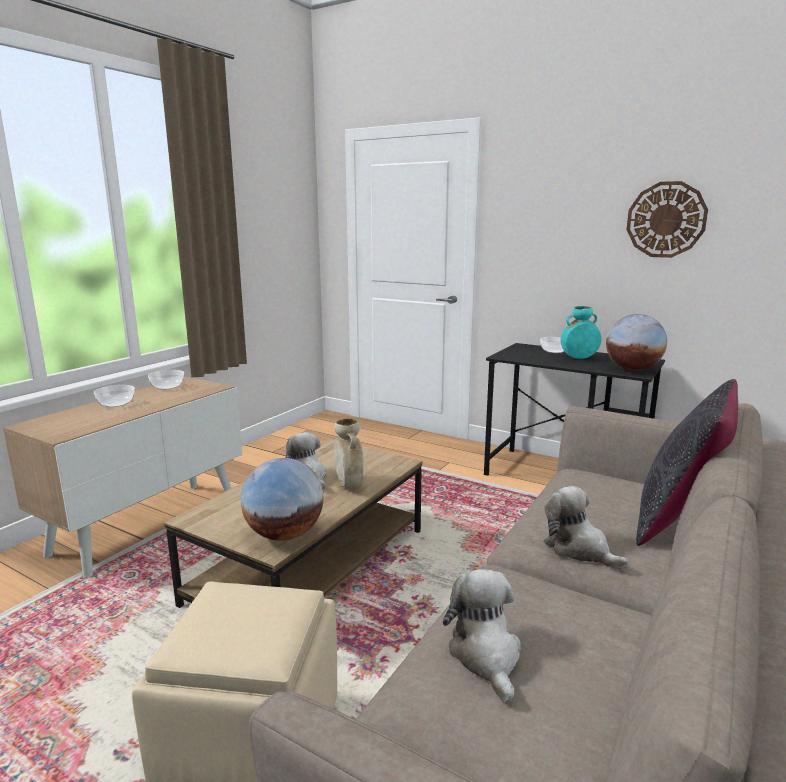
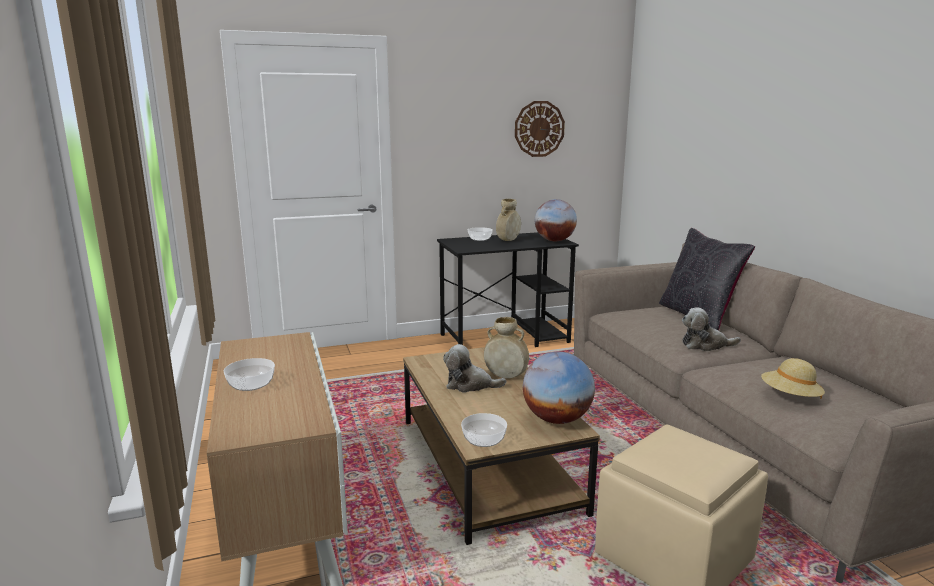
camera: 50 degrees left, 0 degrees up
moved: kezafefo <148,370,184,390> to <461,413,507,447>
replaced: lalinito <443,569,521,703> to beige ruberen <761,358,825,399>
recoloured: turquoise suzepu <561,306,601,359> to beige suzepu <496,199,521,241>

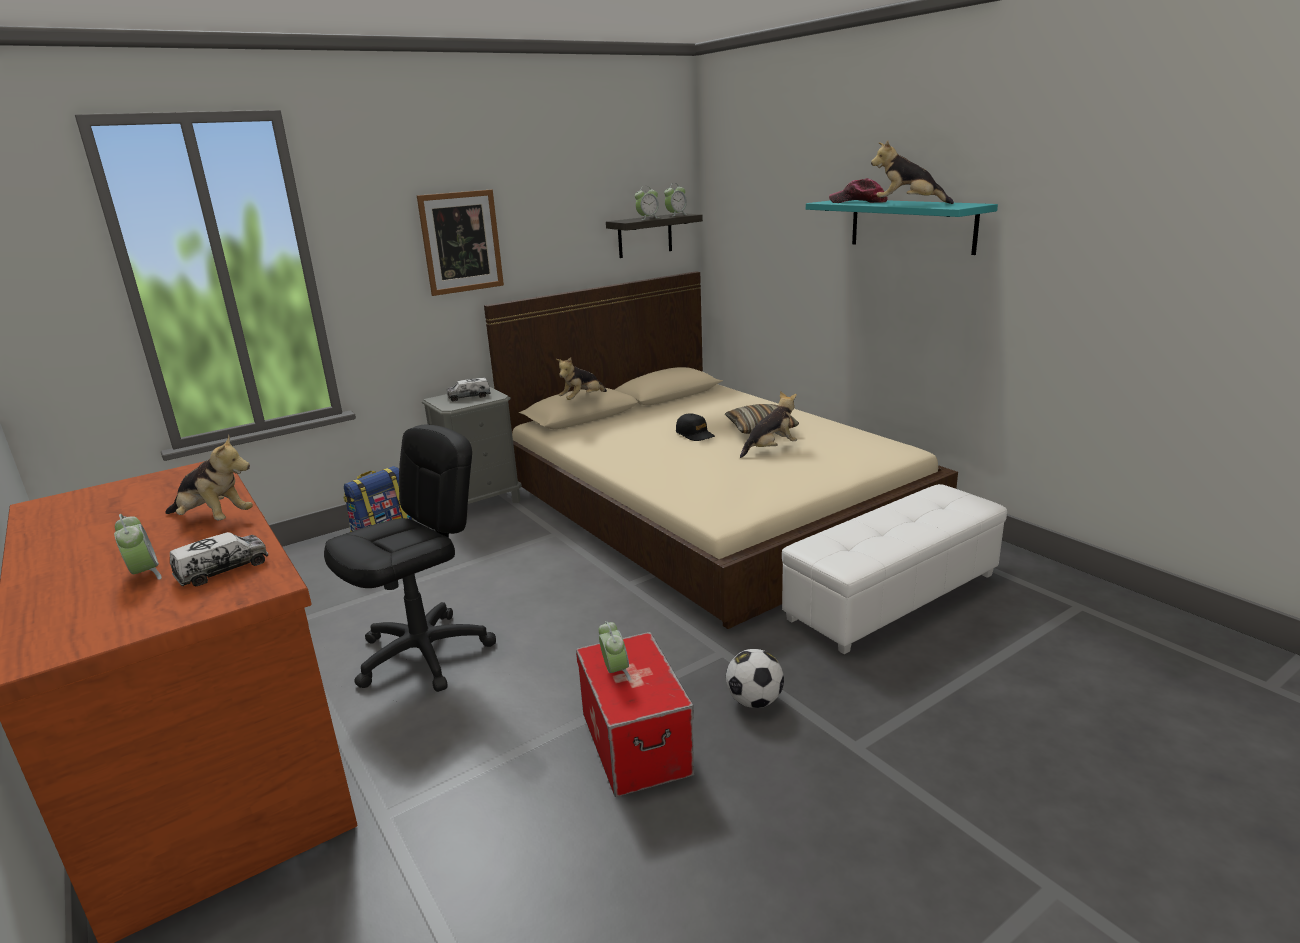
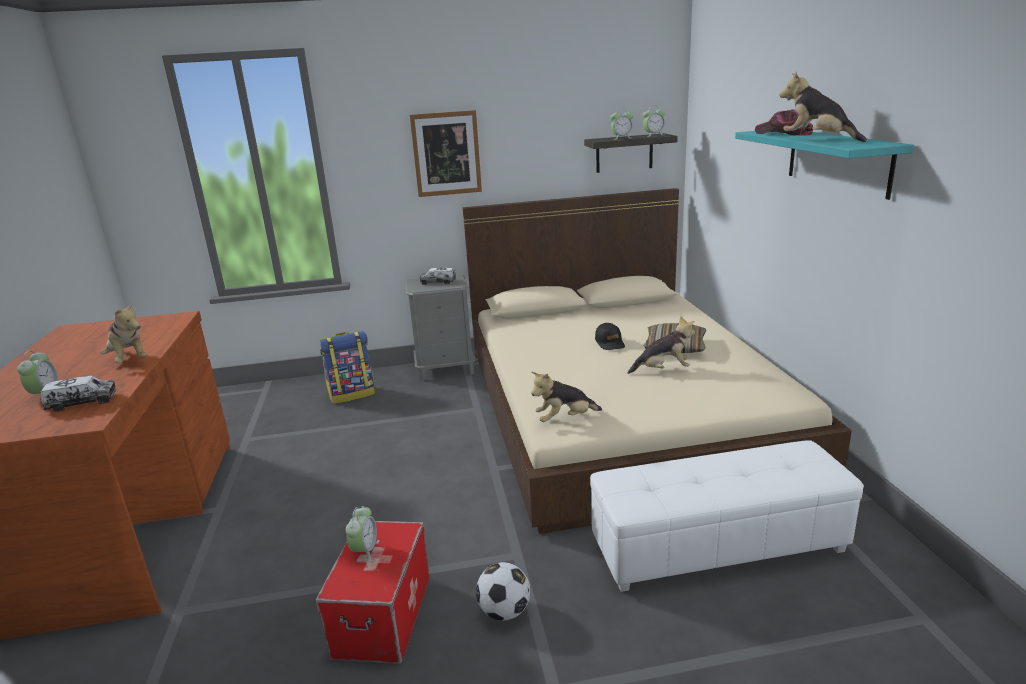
camera: 25 degrees right, 0 degrees up
removed: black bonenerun <324,424,496,692>
moved: lalinito <556,357,607,400> to <531,372,602,422>

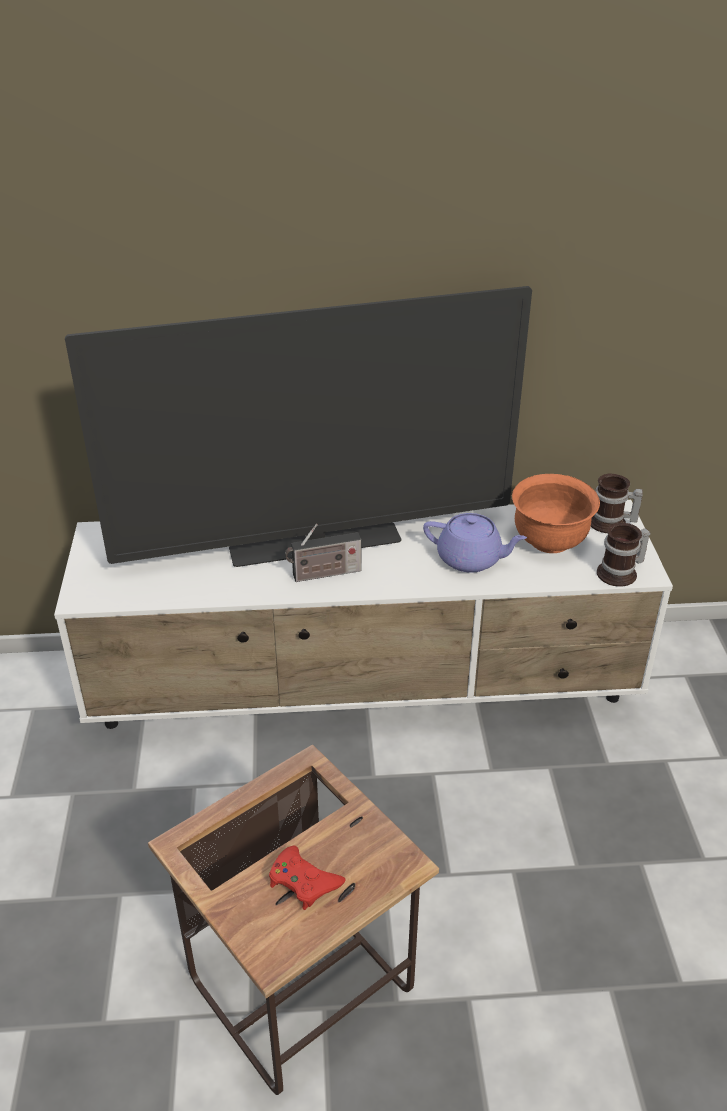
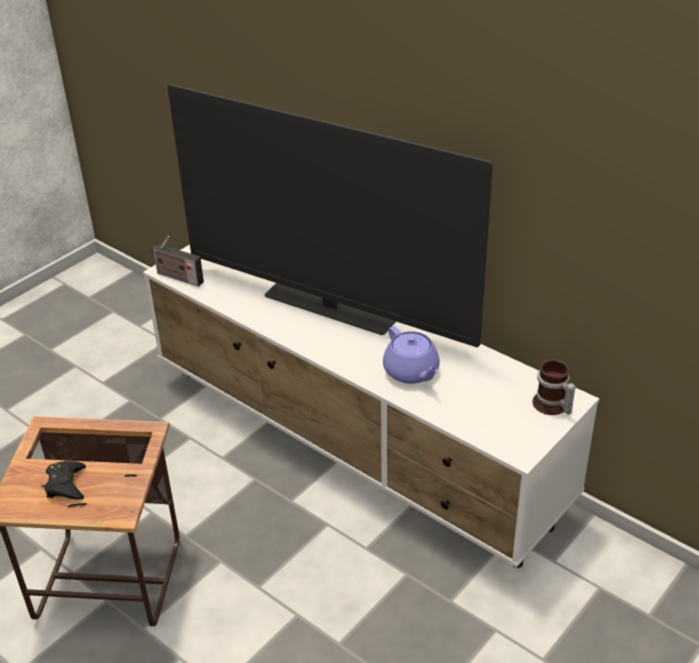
camera: 45 degrees right, 0 degrees up
removed: orange kezafefo <512,474,600,553>; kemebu <597,523,650,587>
moved: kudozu <285,524,362,582> to <151,236,204,287>
recoloured: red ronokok <269,846,346,910> to black ronokok <44,461,86,500>

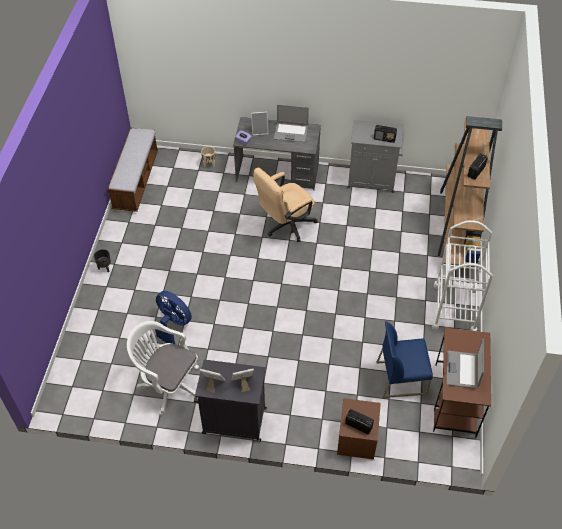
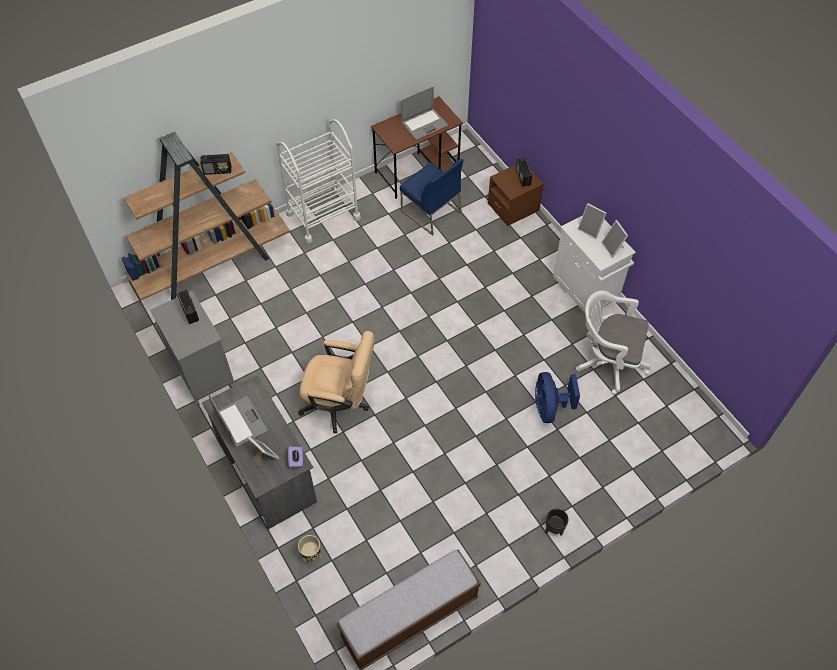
camera: 130 degrees left, 5 degrees up
recoloured: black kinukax <194,360,267,441> to white kinukax <551,215,636,314>
turned: white bonenerun <127,321,199,415> = <576,290,651,394> 120 degrees clockwise

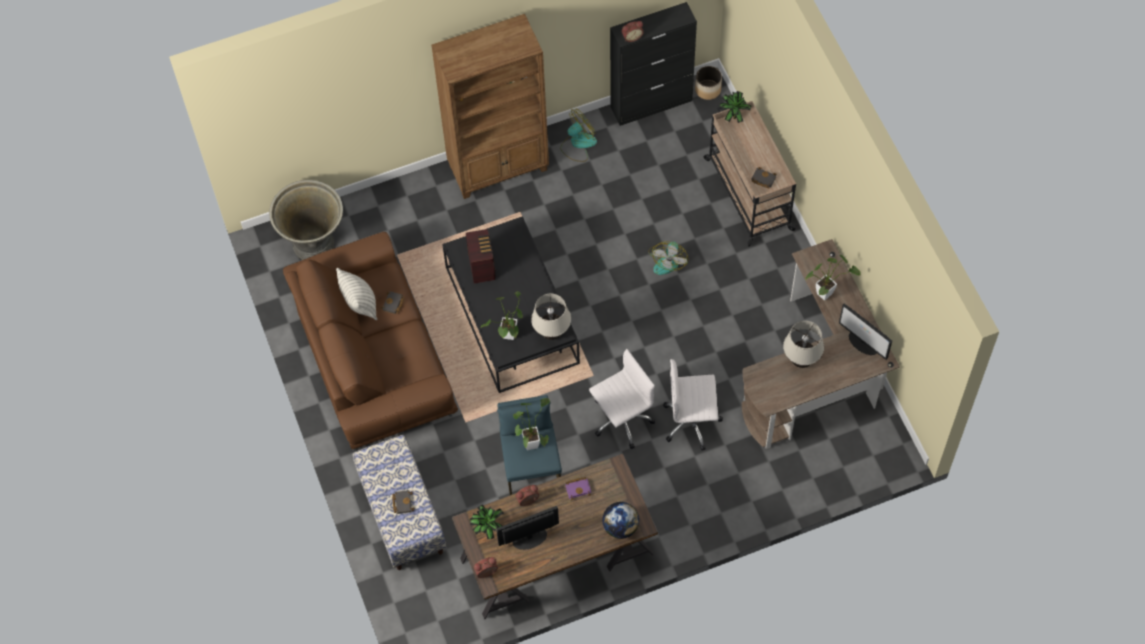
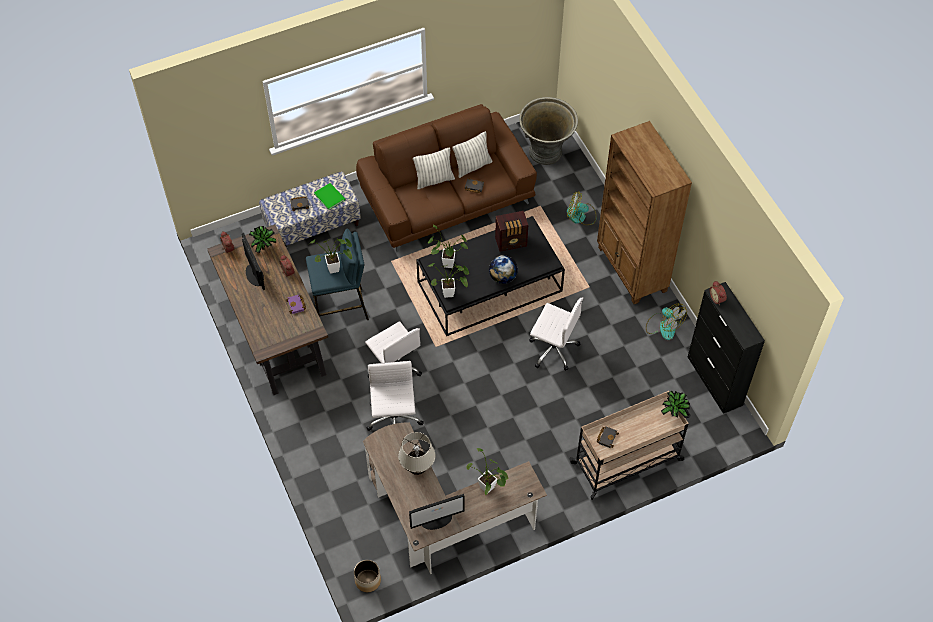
camera: 85 degrees right, 5 degrees down
added: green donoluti <314,183,345,210>; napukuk <413,147,455,189>; white bonenerun <529,298,583,371>
moved: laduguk <602,502,639,539> to <489,255,518,284>; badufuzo <648,242,688,275> to <567,191,596,225>; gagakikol <695,66,722,100> to <354,560,381,592>
replaced: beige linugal <531,294,571,340> to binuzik <428,263,470,298>
turned: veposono <839,304,892,360> = <409,494,465,530> 150 degrees counterclockwise

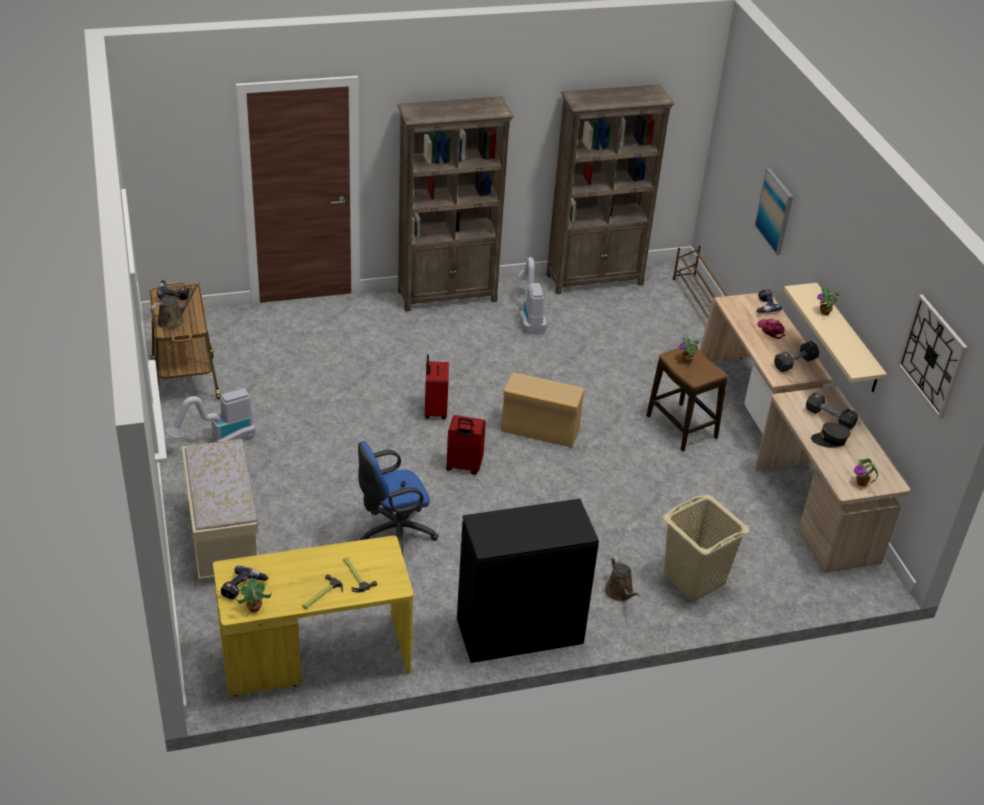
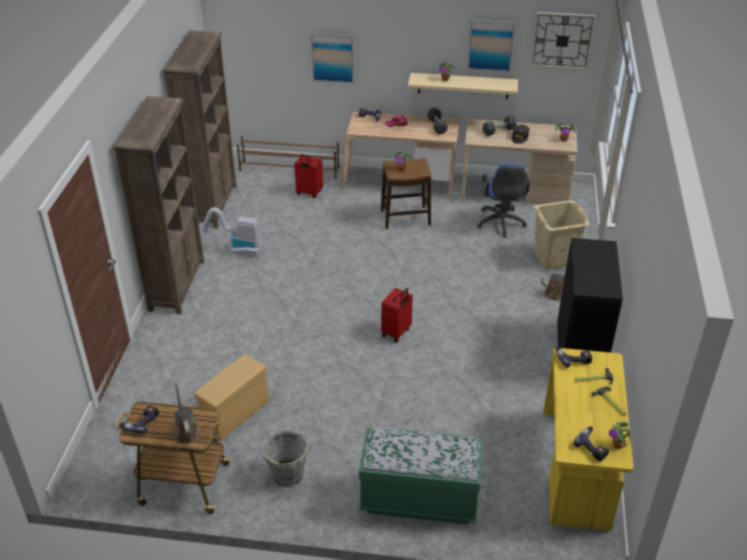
camera: 65 degrees left, 0 degrees up
added: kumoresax <468,19,515,72>; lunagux <555,346,592,368>
moved: blue bonenerun <358,441,438,558> to <477,164,530,238>; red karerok <425,355,449,419> to <294,154,323,198>; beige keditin <501,372,584,448> to <194,354,269,441>
replaced: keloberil <166,388,256,442> to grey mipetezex <260,430,310,487>
recoloured: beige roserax <182,439,258,580> to green roserax <359,427,483,524>

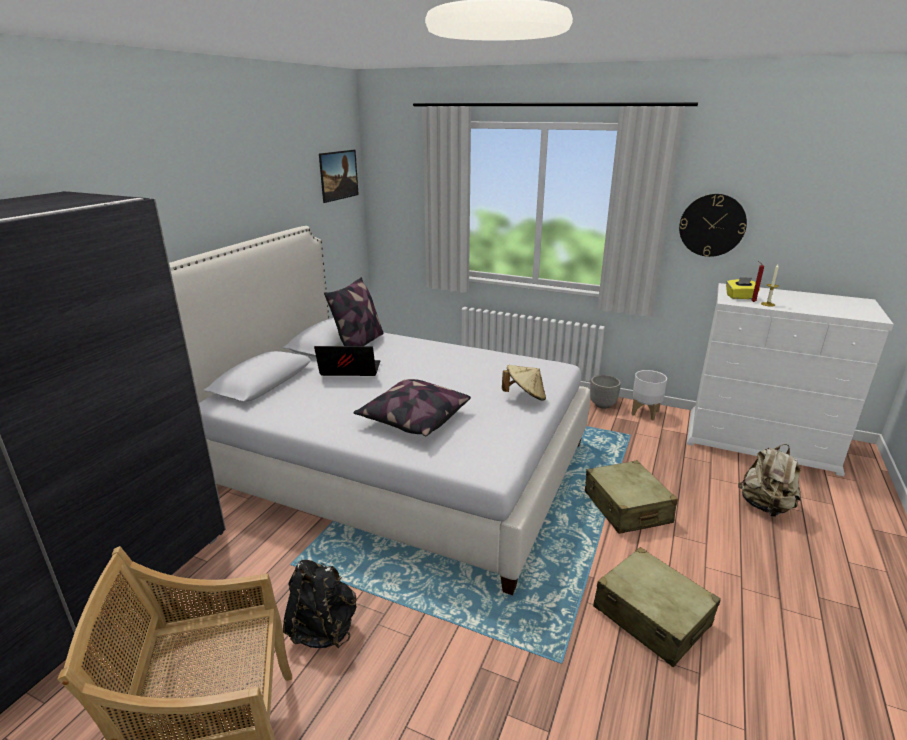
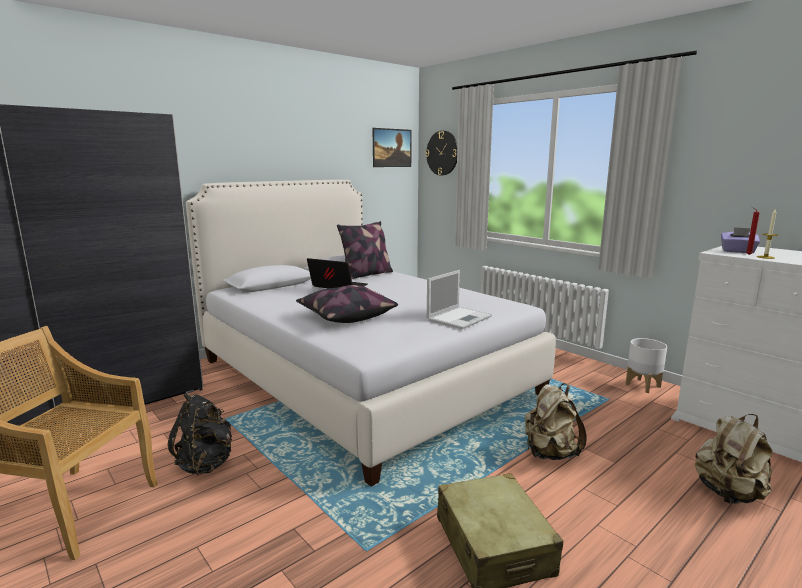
camera: 25 degrees right, 10 degrees down
removed: gagakikol <590,375,621,409>
moved: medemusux <679,194,747,257> to <426,131,458,175>
replaced: beige ruberen <502,365,546,401> to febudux <427,270,492,329>; beige karerok <585,460,678,534> to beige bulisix <525,383,586,460>
recoloured: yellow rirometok <726,277,760,299> to purple rirometok <721,227,760,253>

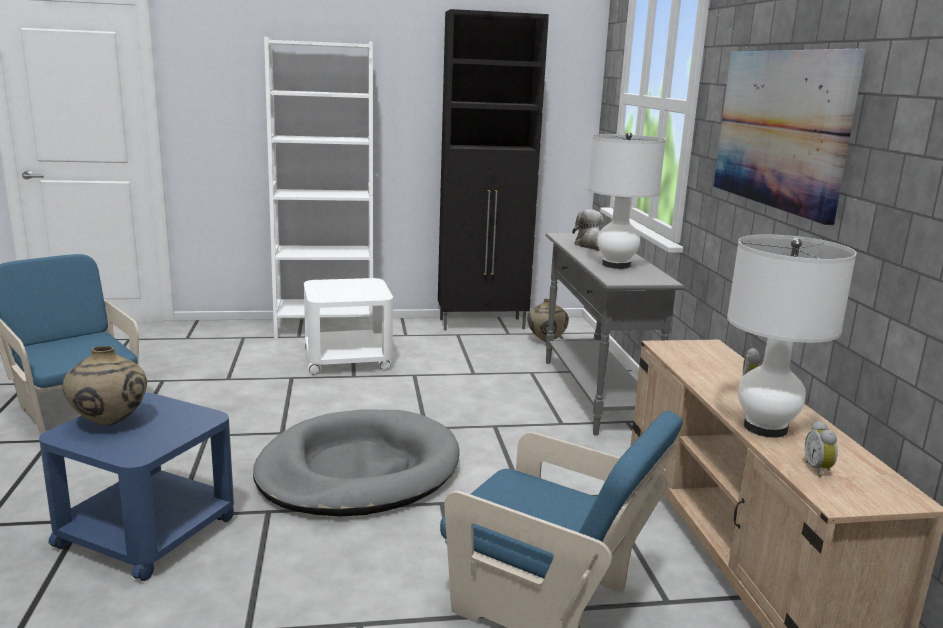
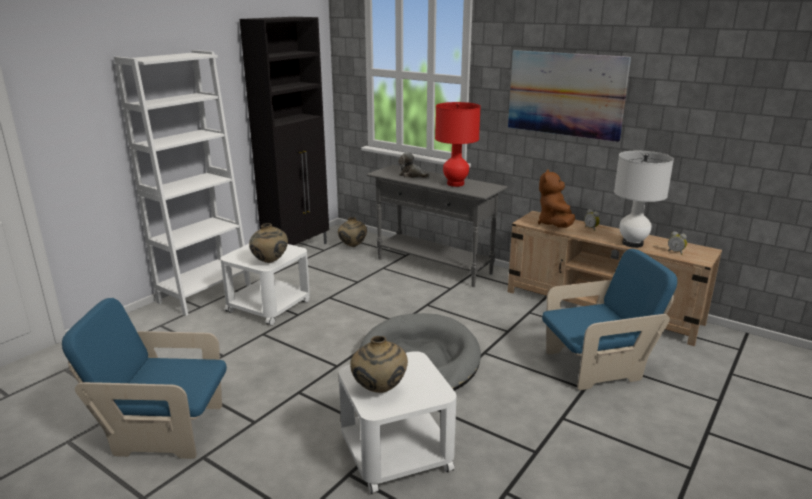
camera: 45 degrees left, 5 degrees up
added: beige suzepu <249,223,288,263>; brown lalinito <538,169,575,228>
recoloured: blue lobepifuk <39,392,234,581> to white lobepifuk <338,351,456,494>; white linugal <588,132,666,269> to red linugal <435,102,481,187>

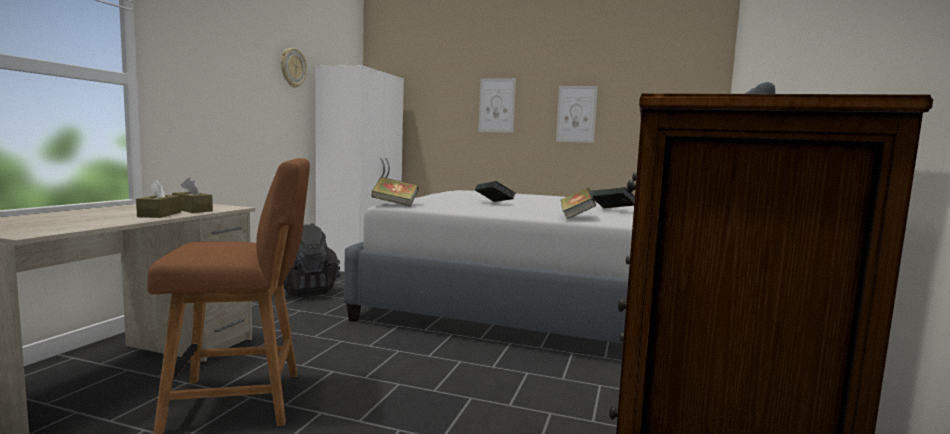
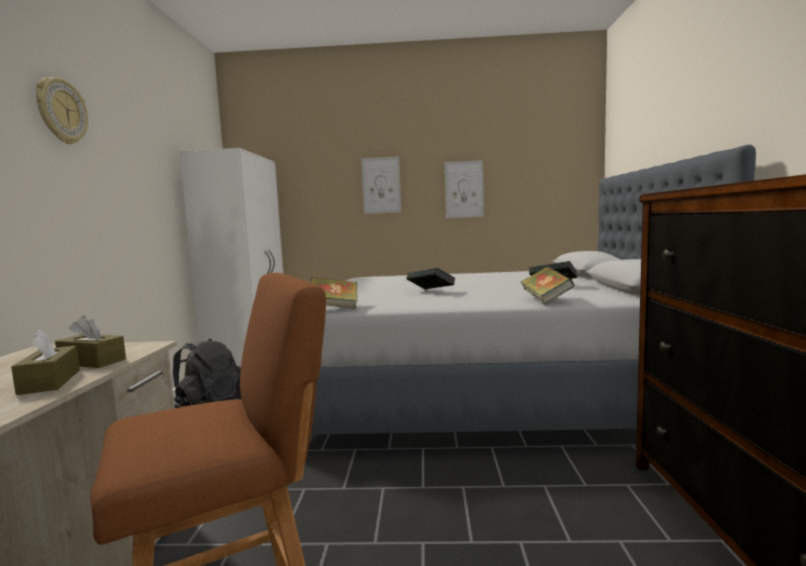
camera: 15 degrees left, 0 degrees up
moved: medemusux <281,48,307,88> to <36,77,88,144>

